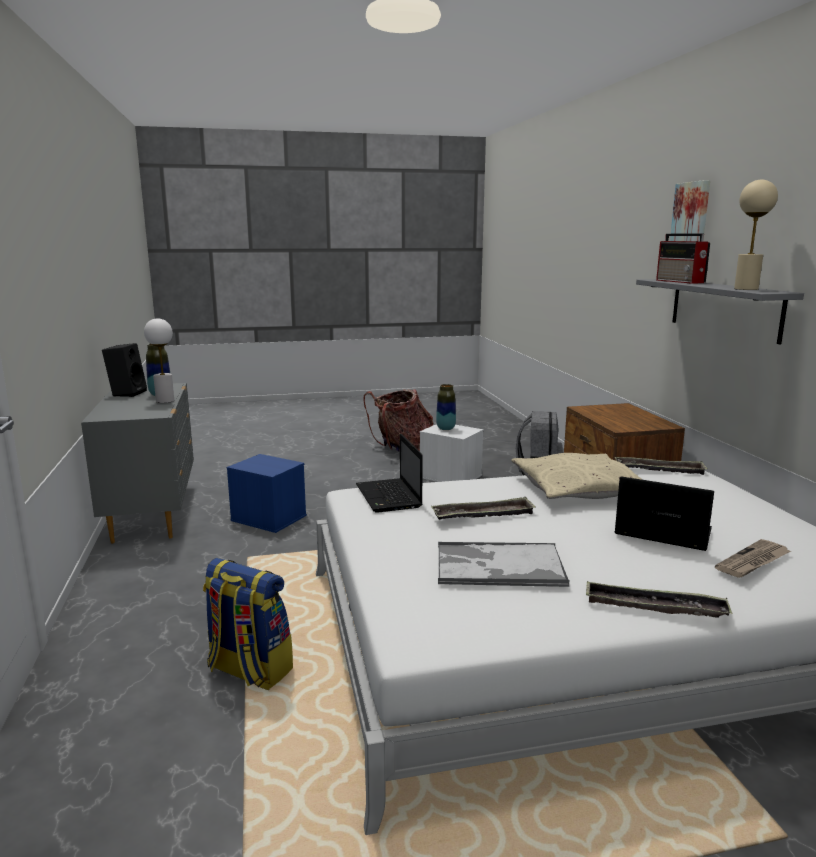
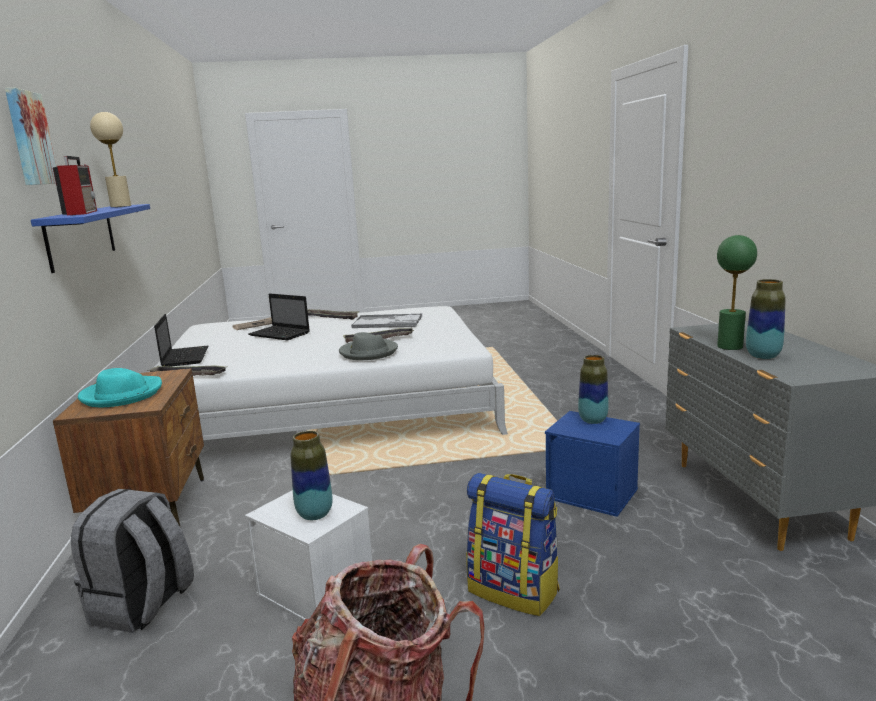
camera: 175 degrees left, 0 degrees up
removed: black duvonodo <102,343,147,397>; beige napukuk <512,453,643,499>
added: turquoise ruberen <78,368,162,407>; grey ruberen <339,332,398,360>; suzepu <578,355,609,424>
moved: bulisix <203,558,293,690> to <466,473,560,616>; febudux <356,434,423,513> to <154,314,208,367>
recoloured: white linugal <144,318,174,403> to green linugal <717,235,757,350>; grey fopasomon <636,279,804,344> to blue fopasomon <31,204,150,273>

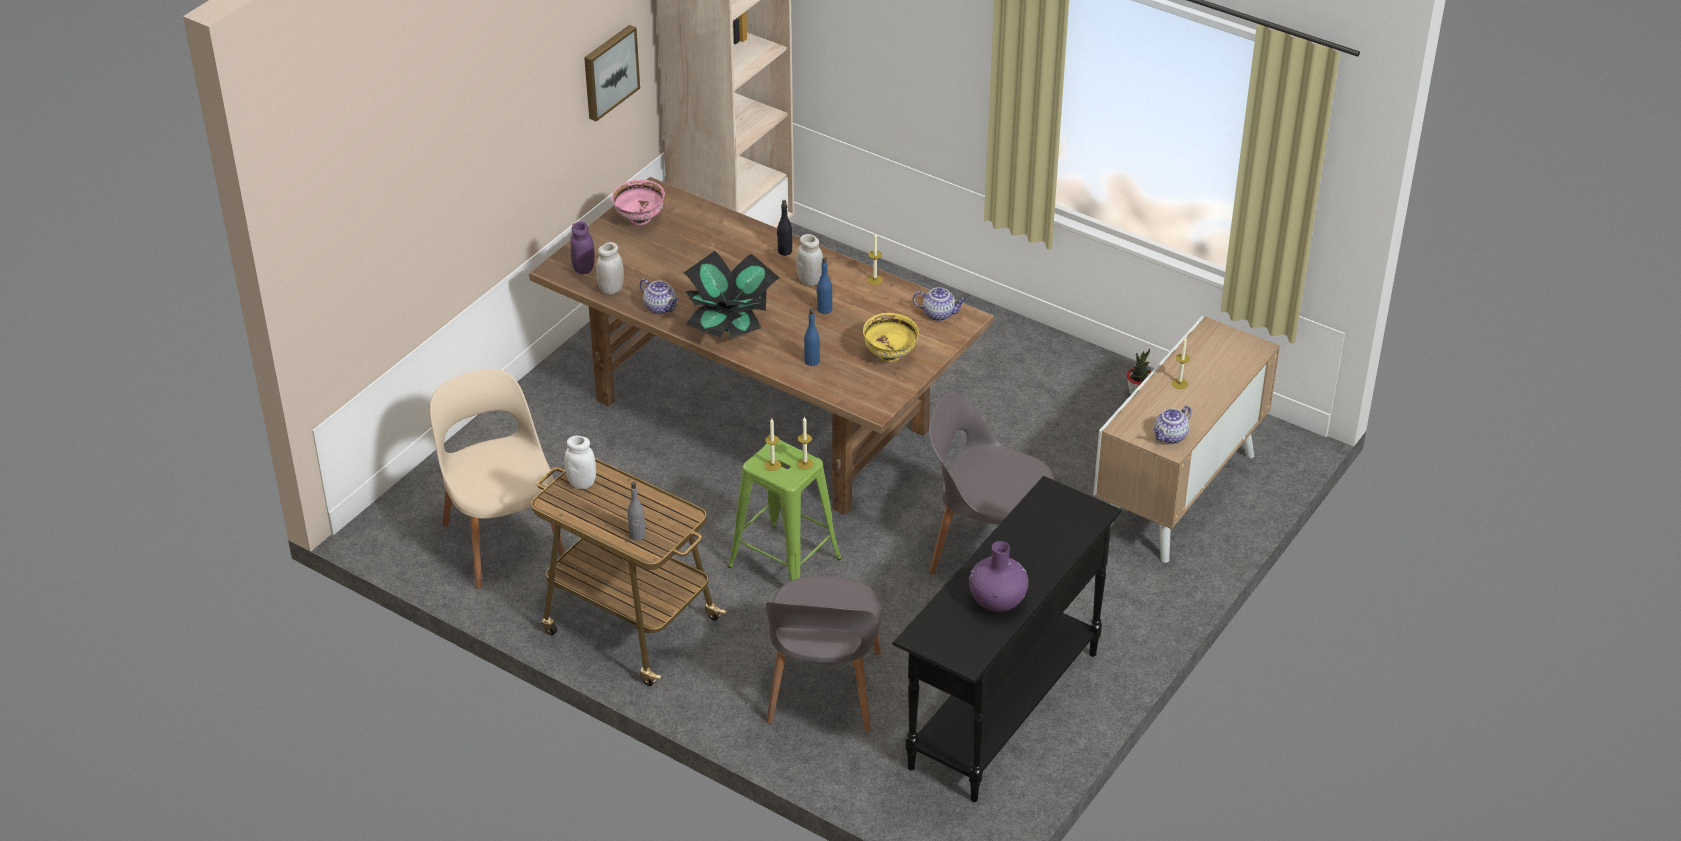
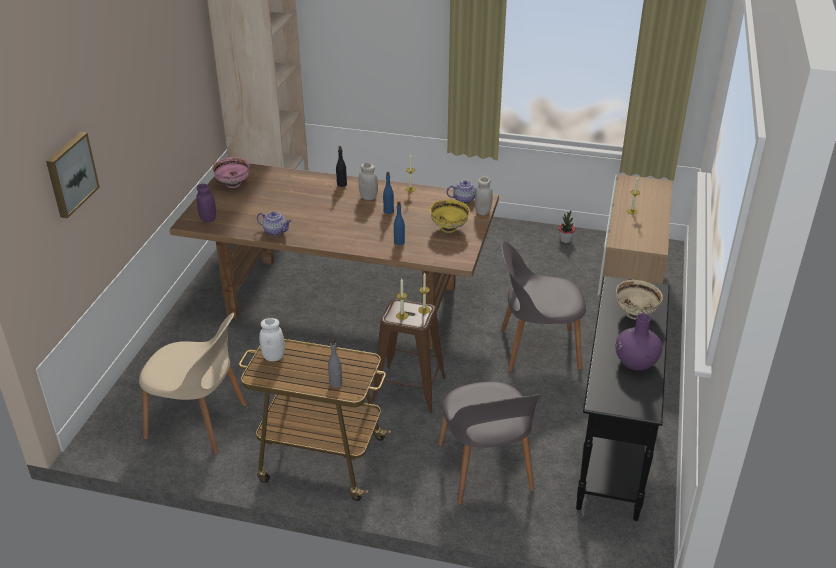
camera: 20 degrees left, 5 degrees down
removed: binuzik <683,251,780,338>; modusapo <1153,405,1191,444>
added: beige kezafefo <616,280,663,319>
moved: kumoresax <584,25,640,122> to <46,132,100,218>; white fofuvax <596,242,624,295> to <475,177,493,216>
recoloured: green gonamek <728,439,842,581> to brown gonamek <372,299,446,413>
turned: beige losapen <429,369,565,589> = <139,313,247,454> 150 degrees clockwise

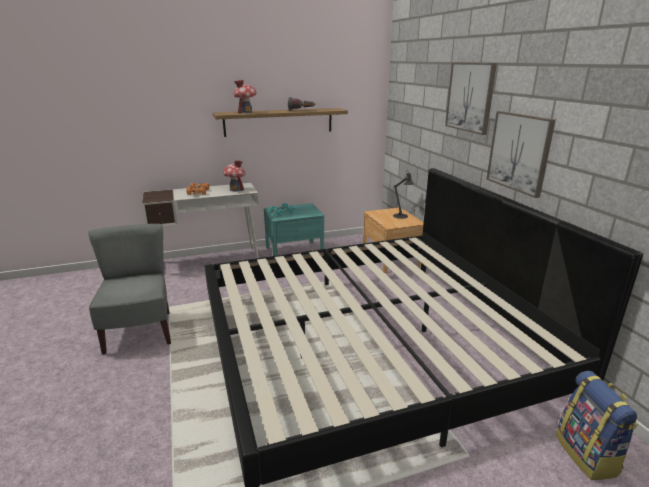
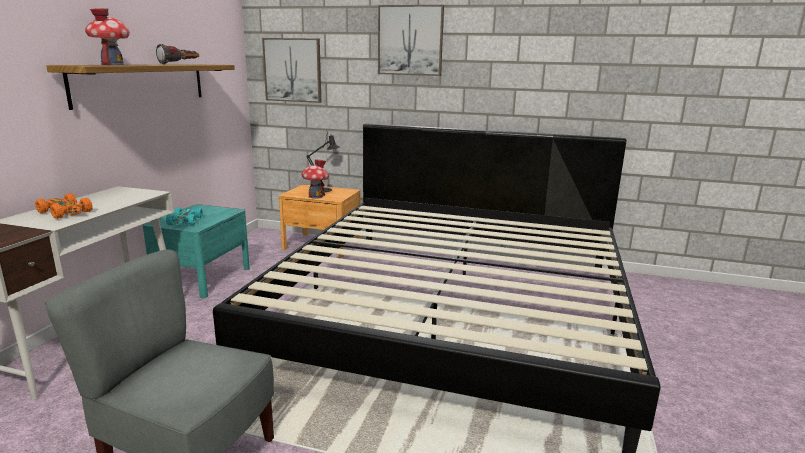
camera: 55 degrees left, 5 degrees down
removed: bulisix <556,371,638,480>
moved: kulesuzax <223,160,245,192> to <301,160,329,199>; kumoresax <486,111,556,198> to <262,38,321,103>

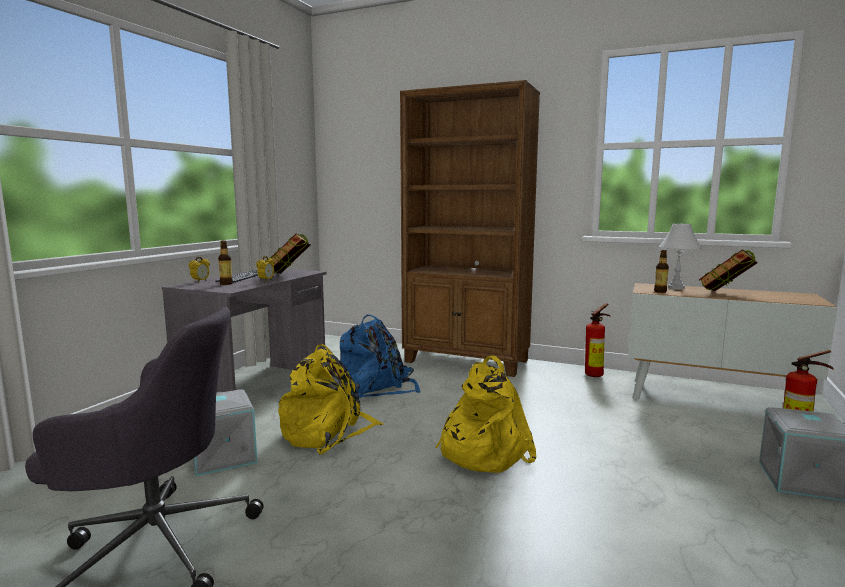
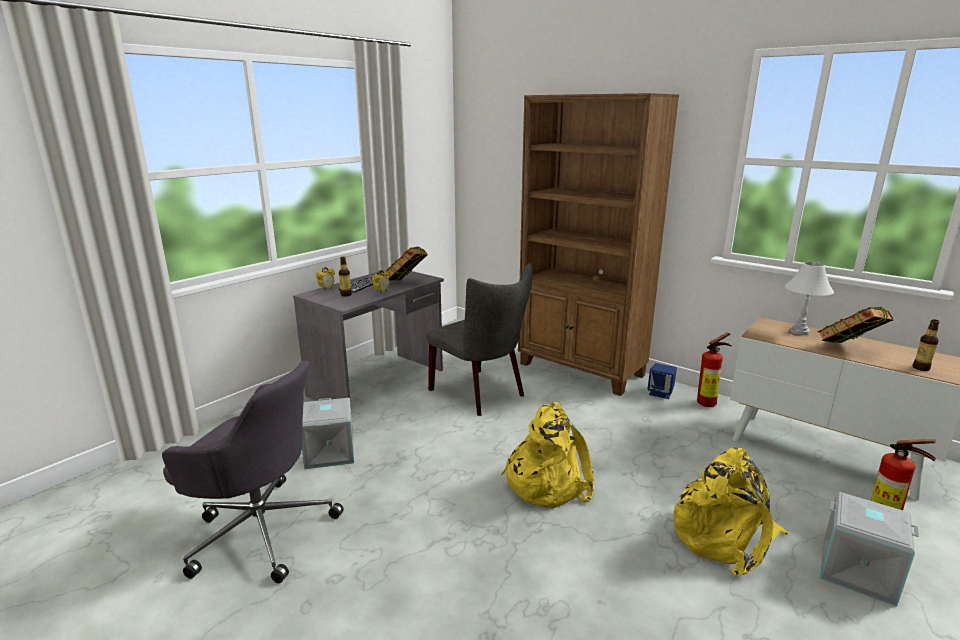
camera: 15 degrees right, 10 degrees up
added: blue duvonodo <647,363,677,399>
moved: yellow bulisix <278,344,384,455> to <674,448,789,576>; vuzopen <654,250,669,293> to <913,319,940,371>
replaced: blue bulisix <340,315,420,398> to grey losapen <427,263,533,416>

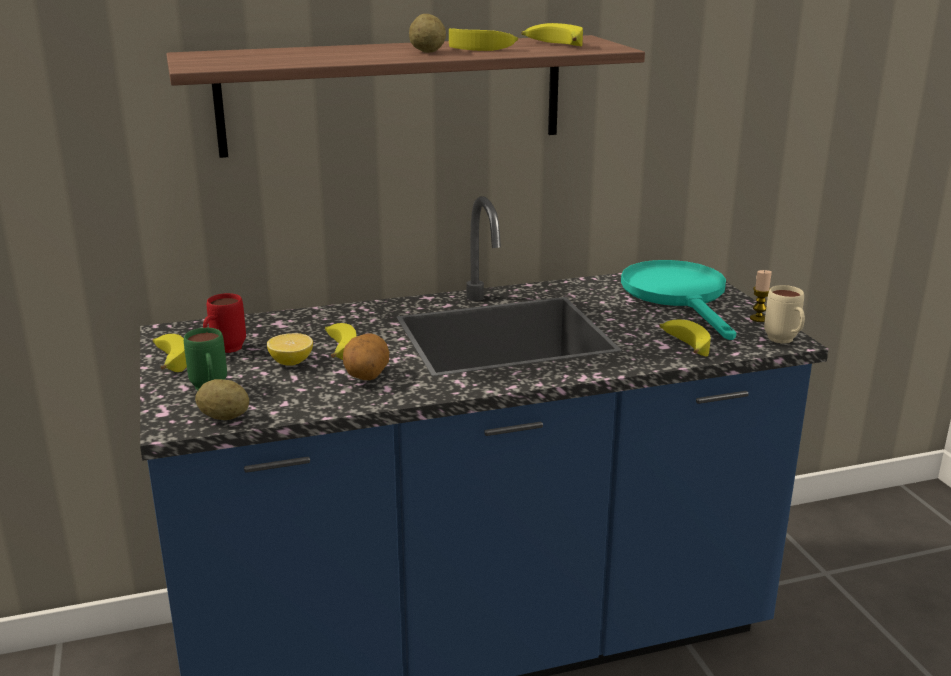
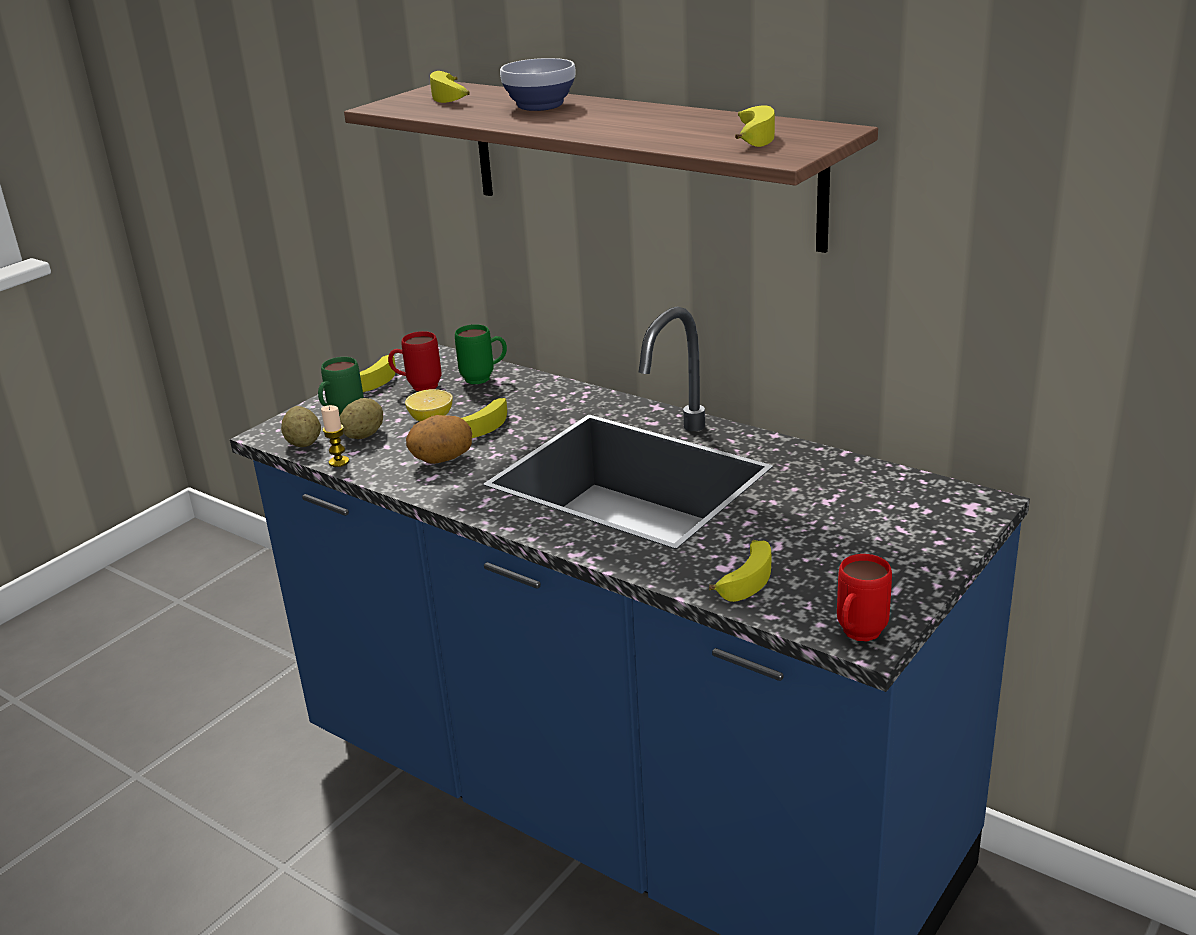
camera: 55 degrees right, 5 degrees up
removed: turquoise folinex <621,260,736,340>
added: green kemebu <455,324,507,384>; kezafefo <500,58,575,111>
moved: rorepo <409,14,446,53> to <340,398,383,439>; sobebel <449,28,518,51> to <430,71,470,103>; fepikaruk <750,270,772,322> to <321,405,349,467>
recoloured: beige kemebu <764,285,805,344> to red kemebu <837,554,892,641>

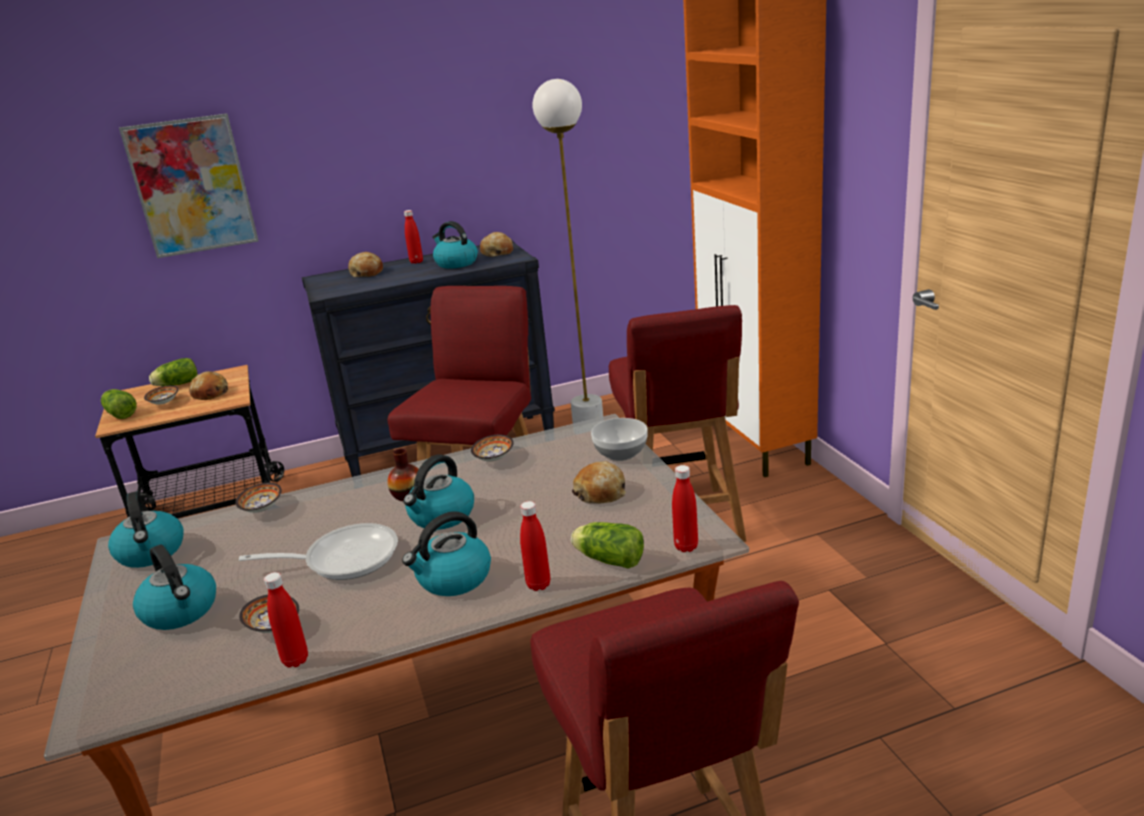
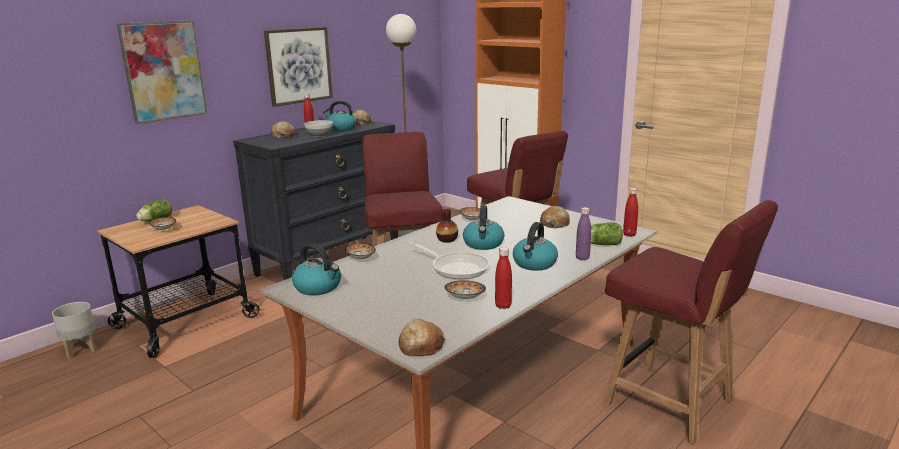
camera: 30 degrees left, 5 degrees down
removed: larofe <101,389,137,419>; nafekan <133,545,216,630>
added: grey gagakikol <52,302,96,359>; kumoresax <264,27,333,107>
moved: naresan <189,371,228,400> to <399,319,446,356>; kezafefo <591,418,648,461> to <305,120,333,137>
recoloured: red vuzopen <520,501,550,591> to purple vuzopen <576,207,591,260>
turned: folinex <239,523,398,580> = <409,242,490,279> 75 degrees clockwise

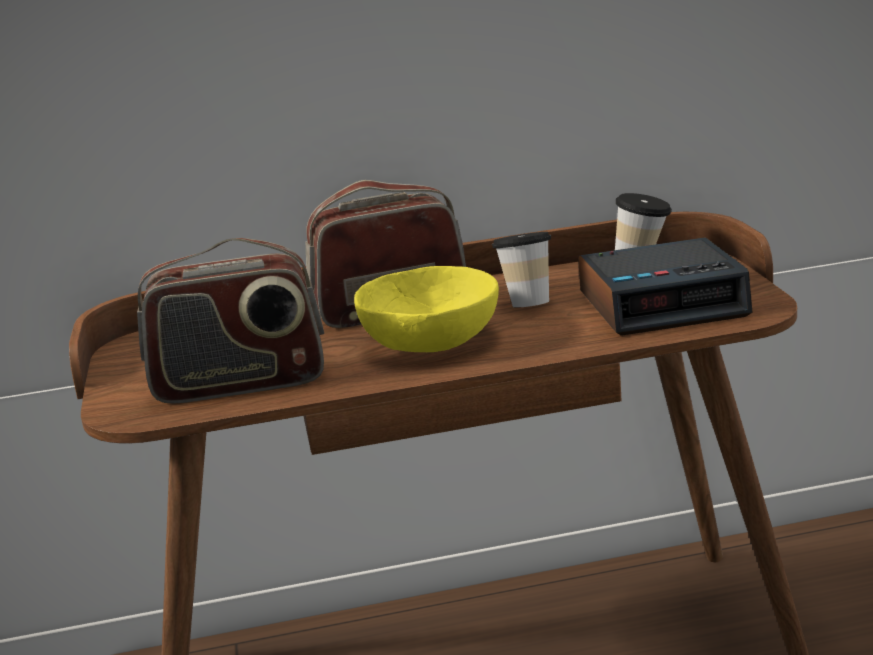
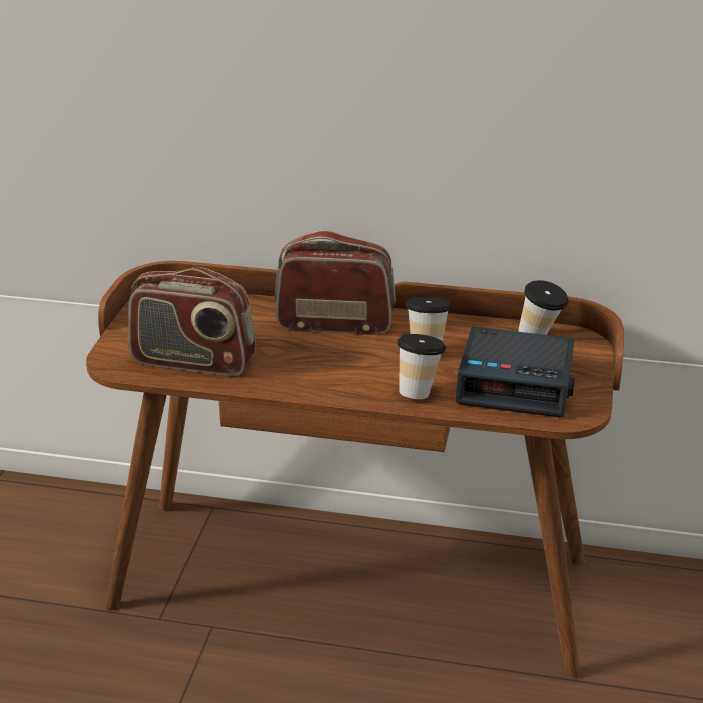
camera: 20 degrees right, 10 degrees up
removed: yellow kezafefo <354,266,499,352>
added: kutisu <398,334,446,399>

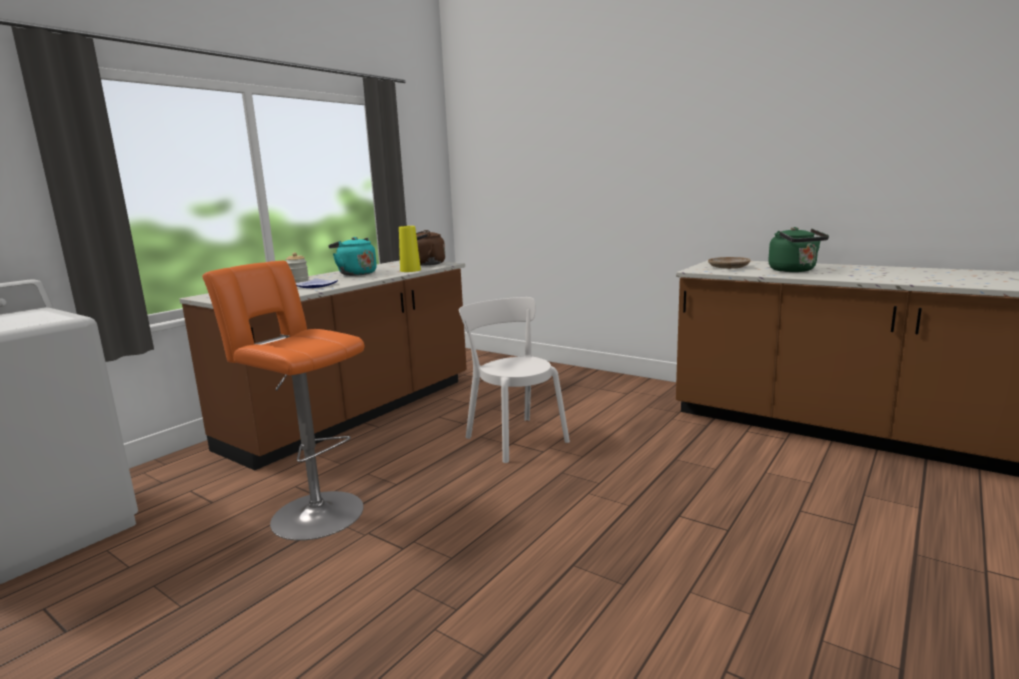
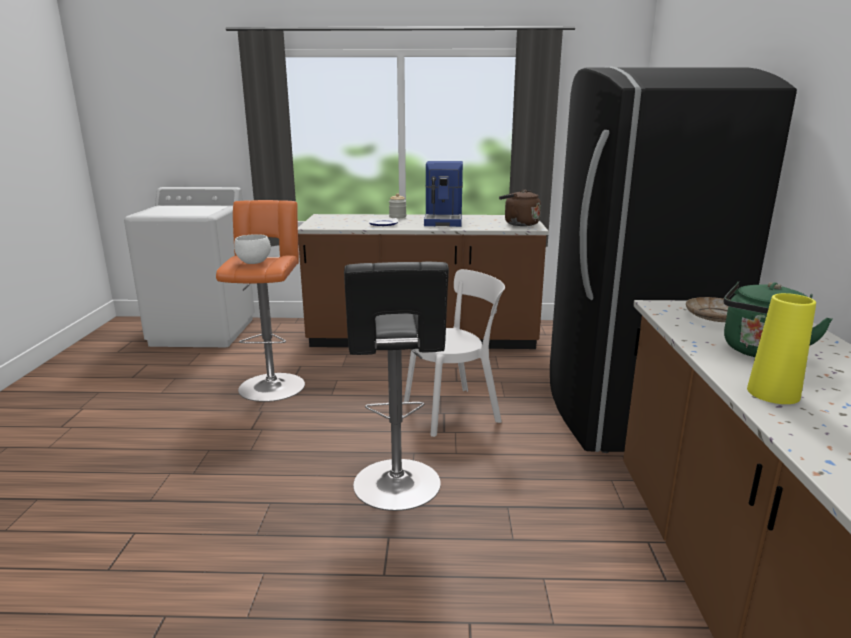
camera: 55 degrees right, 5 degrees up
added: white kezafefo <234,234,271,264>; black gonamek <344,262,449,511>; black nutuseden <550,67,797,453>
moved: yellow suzepu <399,226,421,272> to <747,293,816,404>
replaced: turquoise nafekan <328,237,377,276> to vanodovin <424,161,463,227>
turned: white losapen <459,297,570,463> = <404,269,505,437> 45 degrees clockwise

